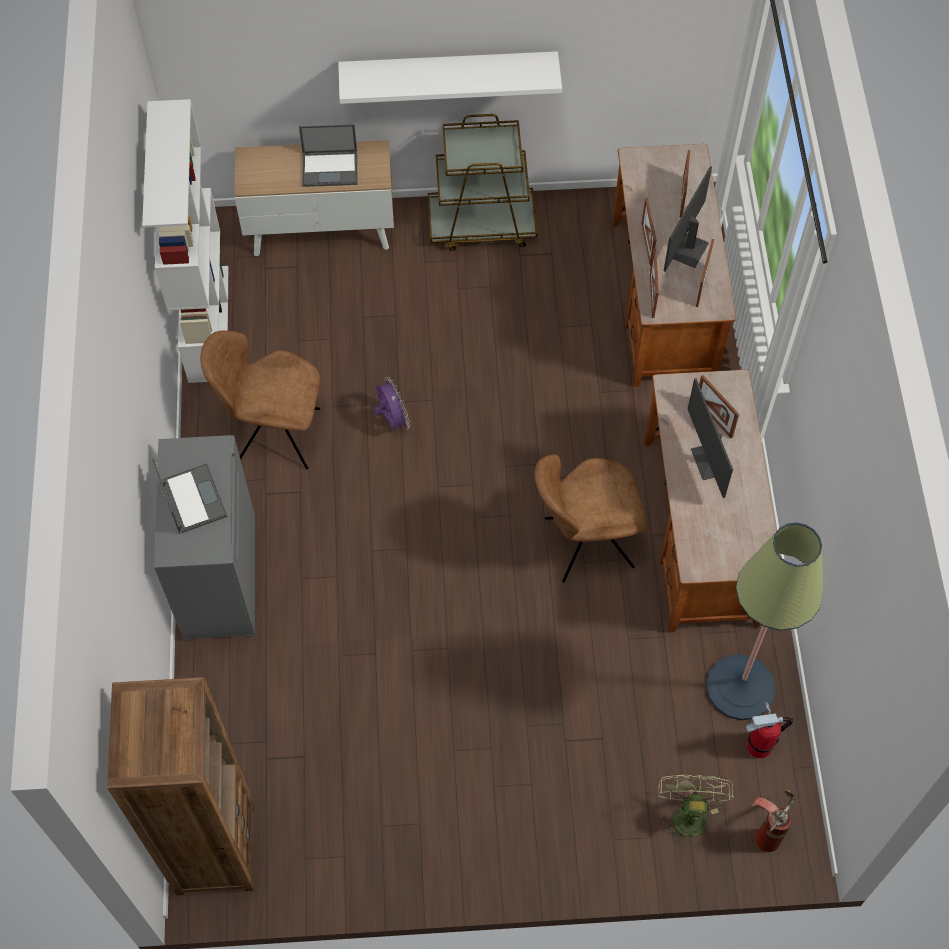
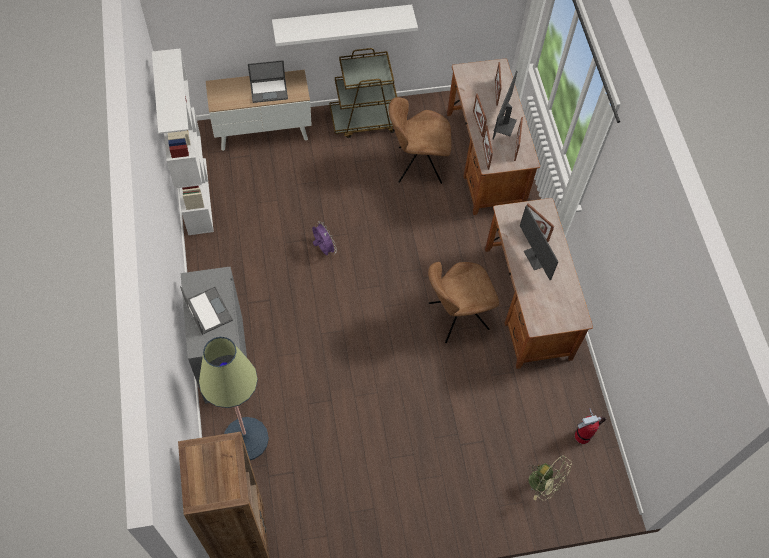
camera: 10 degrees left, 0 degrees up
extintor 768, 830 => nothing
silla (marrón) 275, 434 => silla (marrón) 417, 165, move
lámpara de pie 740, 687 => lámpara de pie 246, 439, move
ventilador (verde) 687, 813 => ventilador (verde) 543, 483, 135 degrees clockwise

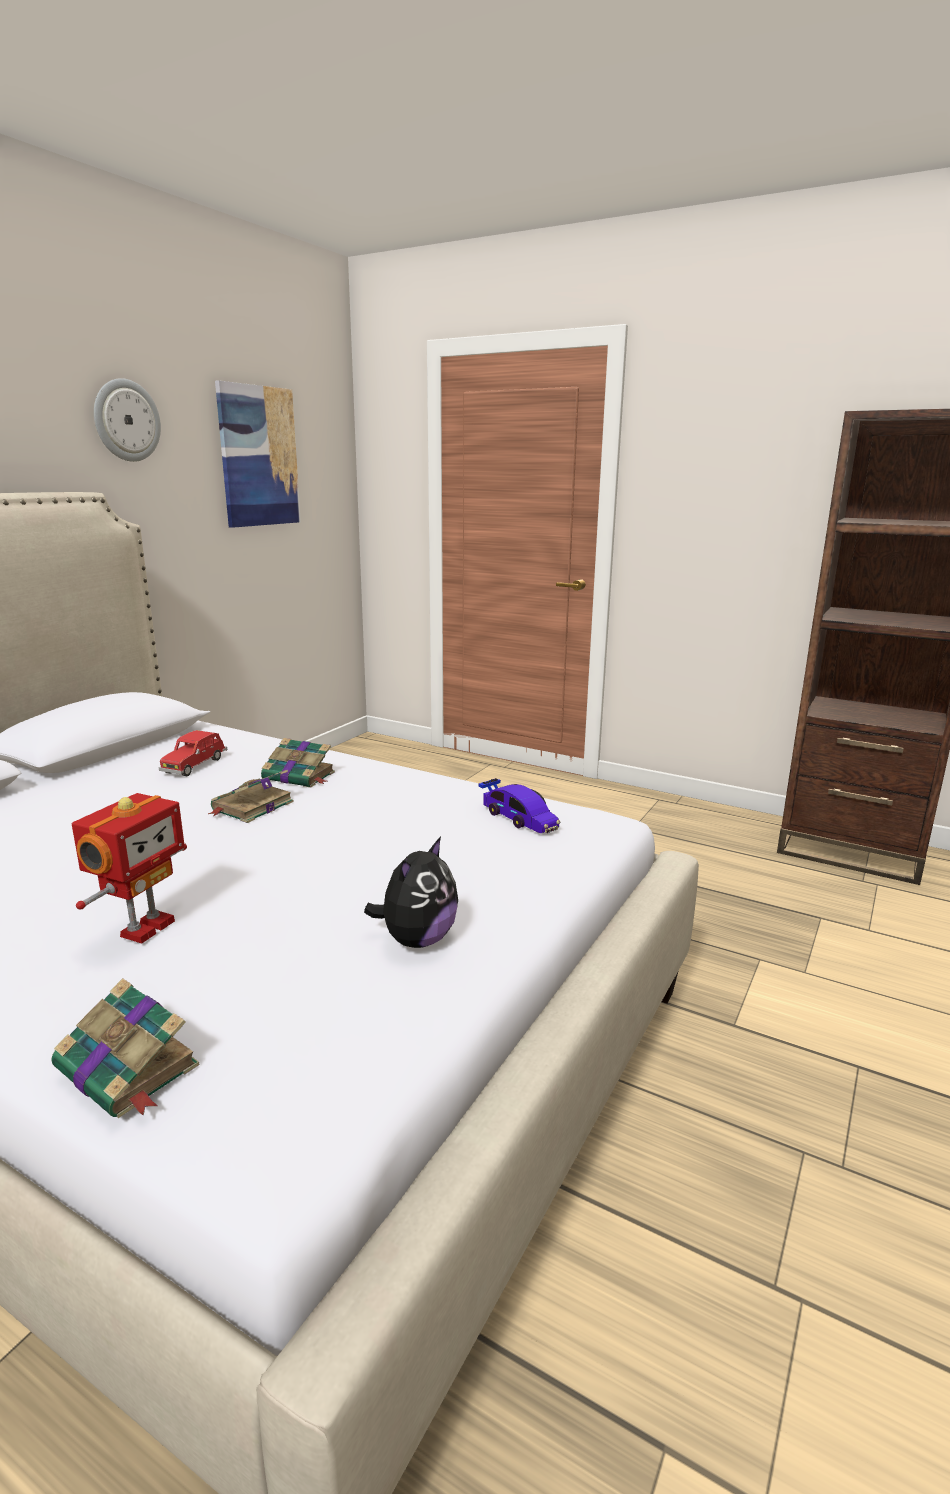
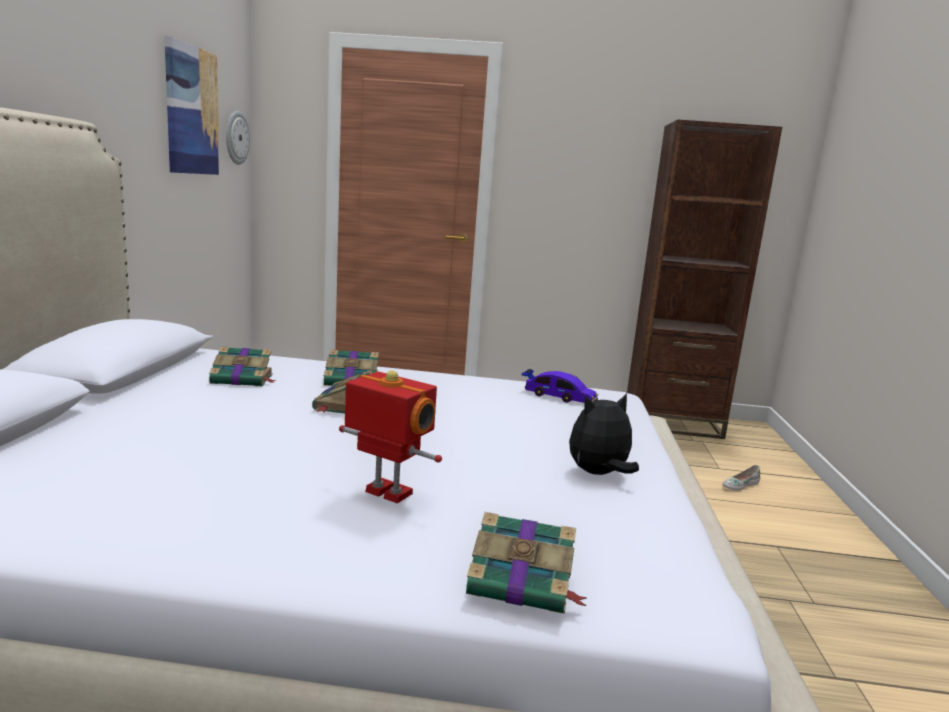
camera: 25 degrees left, 5 degrees down
nothing => zapato (blanco) 739, 485
reloj de pared 126, 420 => reloj de pared 236, 137, move
coche de juguete (rojo) 195, 765 => libro 243, 379
robot de juguete 145, 928 => robot de juguete 387, 494, 60 degrees counterclockwise
peluche 417, 939 => peluche 598, 474, 120 degrees counterclockwise

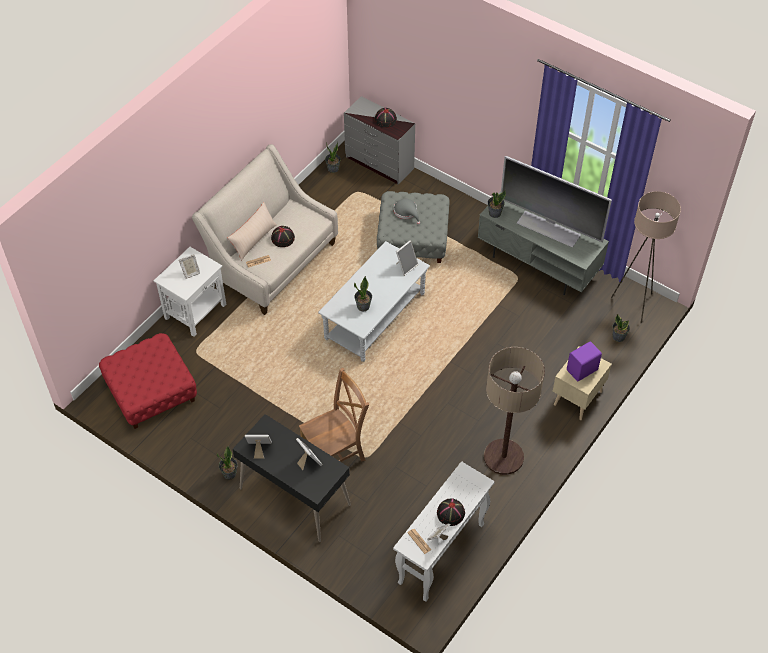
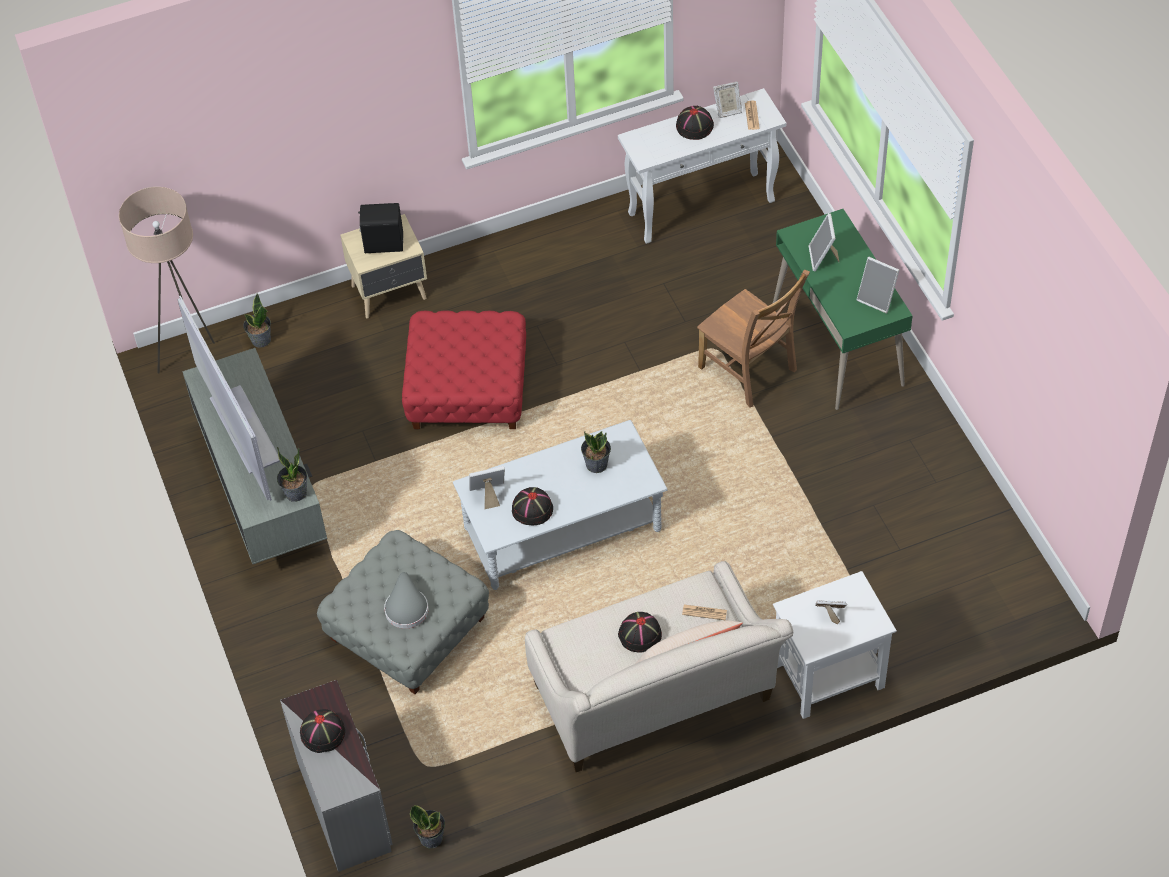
camera: 145 degrees left, 0 degrees up
planta en maceta 229, 473 => nothing
lámpara de pie 503, 457 => nothing
nothing => sombrero (negro) 532, 509
puf (rojo) 152, 391 => puf (rojo) 467, 389, move
escritorio (negro) 294, 497 => escritorio (verde) 838, 344
altavoz (morado) 583, 370 => altavoz (negro) 383, 242
silla (marrón) 336, 453 => silla (marrón) 750, 371, 135 degrees counterclockwise

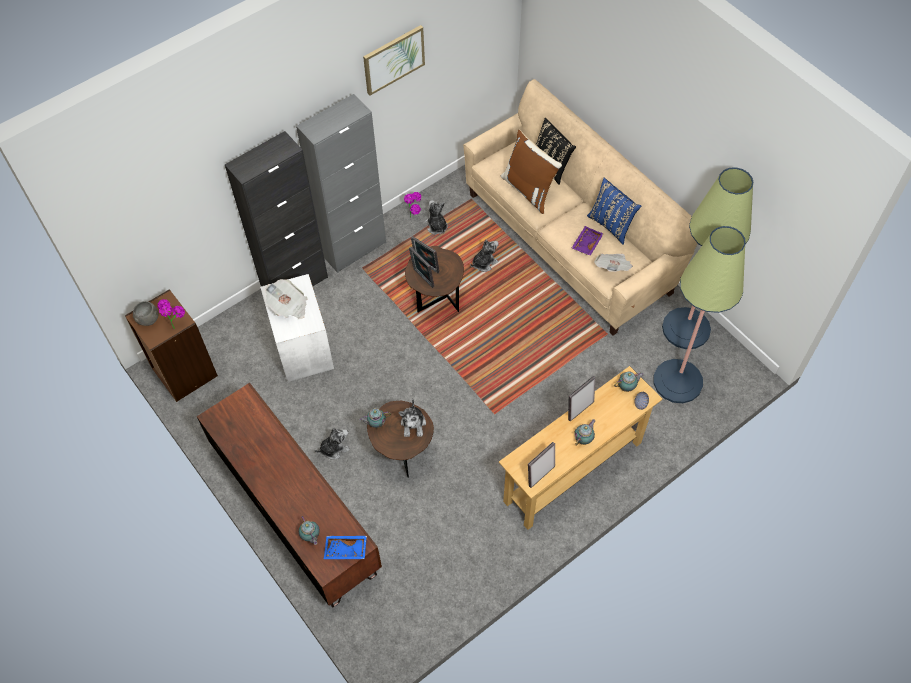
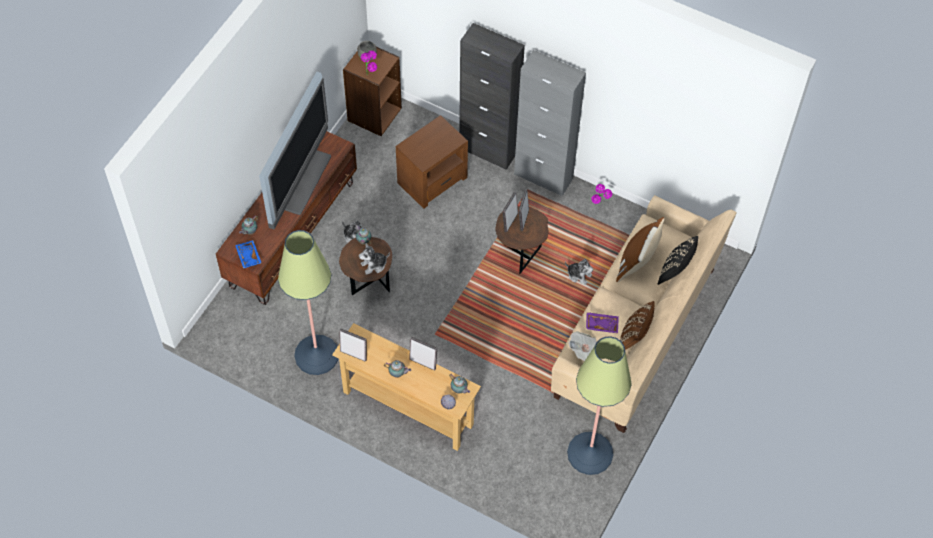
camera: 65 degrees right, 0 degrees up
periódico 288, 306 => nothing
cuadro 393, 59 => nothing
peluche 436, 226 => nothing
nothing => televisor 301, 180
lámpara de pie 677, 381 => lámpara de pie 316, 355, move
mesa auxiliar (blanco) 303, 347 => mesa auxiliar (marrón) 433, 180
cojín (azul) 611, 225 => cojín (marrón) 634, 338

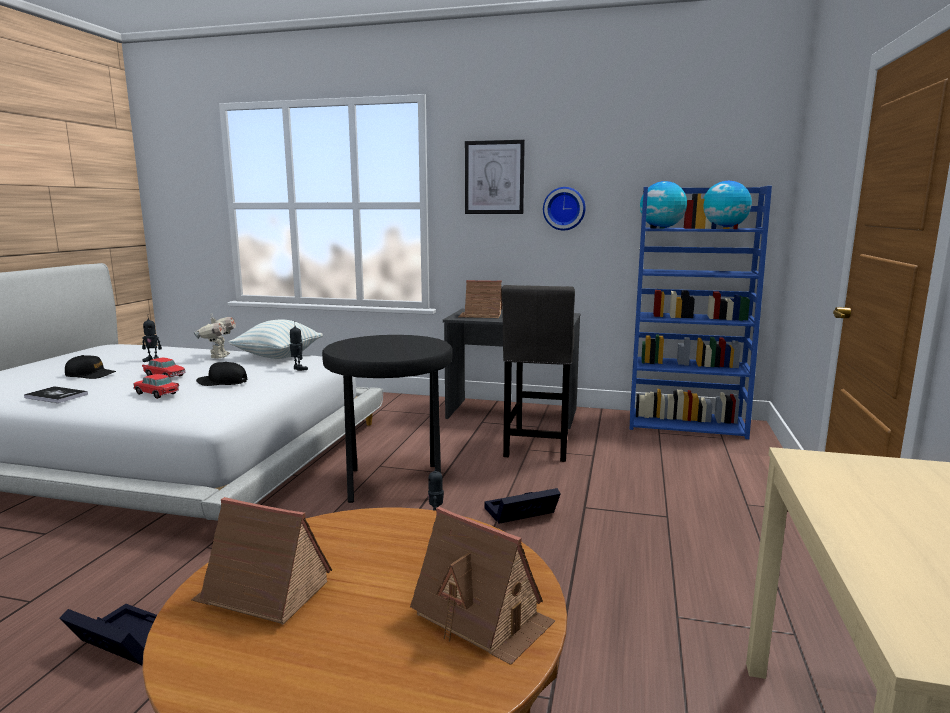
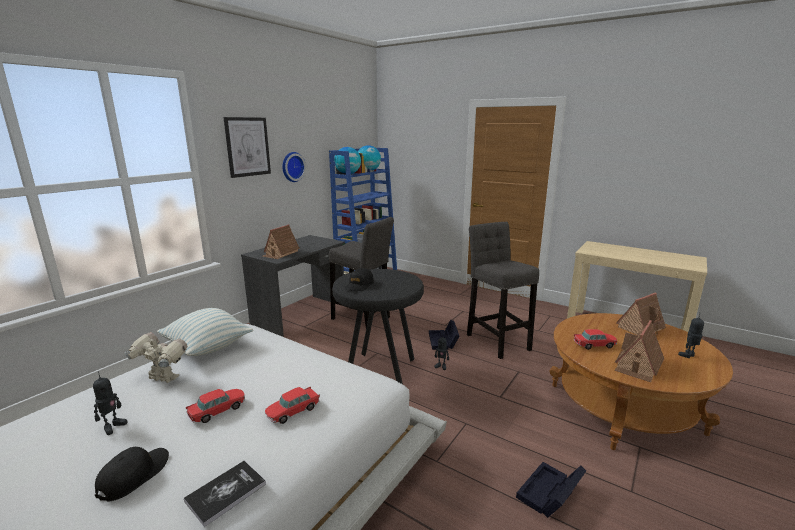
camera: 70 degrees left, 5 degrees up
nothing => taburete (gris) 496, 340
nothing => coche de juguete 594, 345
gorra (negro) 222, 382 => gorra (negro) 359, 285, move
robot de juguete 298, 369 => robot de juguete 688, 356, move

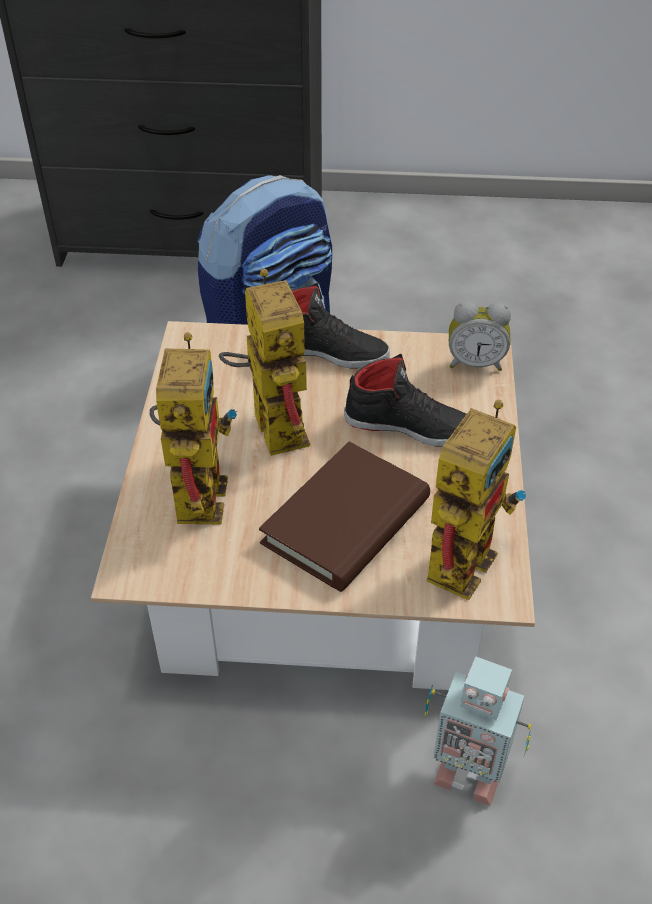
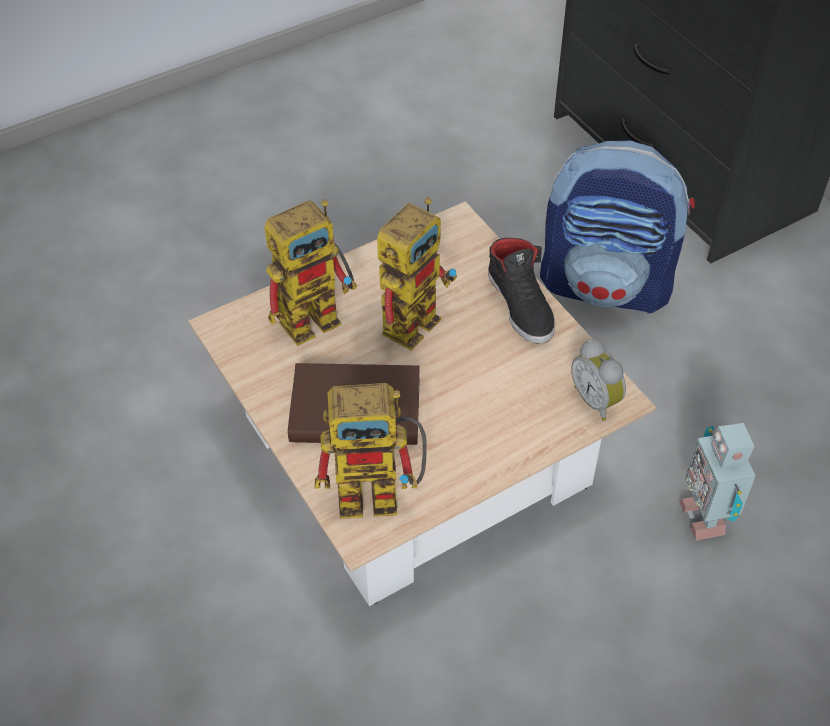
camera: 55 degrees right, 5 degrees up
zapato (negro) 410, 425 => nothing
robot de juguete 467, 772 => robot de juguete 705, 516, move

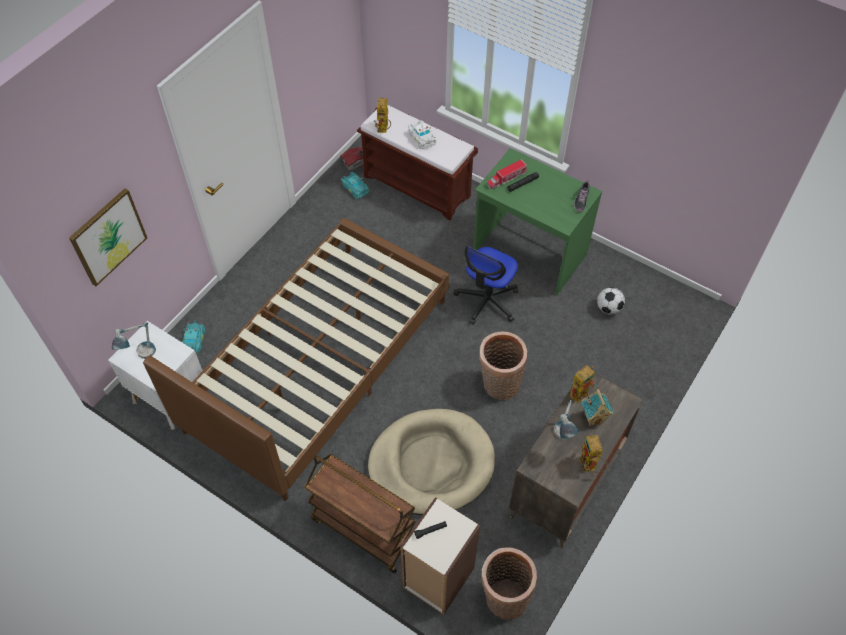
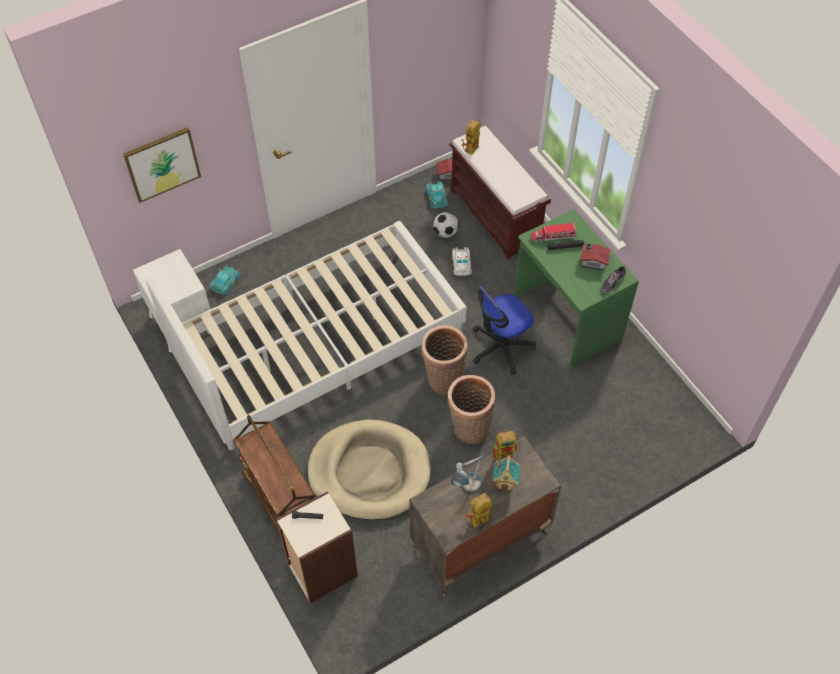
camera: 25 degrees right, 0 degrees up
lámpara de mesa 141, 357 => nothing
nothing => casita 593, 261
coche de juguete (blanco) 422, 138 => coche de juguete (blanco) 461, 264, move
cesta 503, 598 => cesta 443, 378, move
balón de fútbol 608, 308 => balón de fútbol 445, 233, move
cama (marrón) 318, 364 => cama (blanco) 319, 345
robot de juguete 590, 466 => robot de juguete 476, 523, 45 degrees clockwise

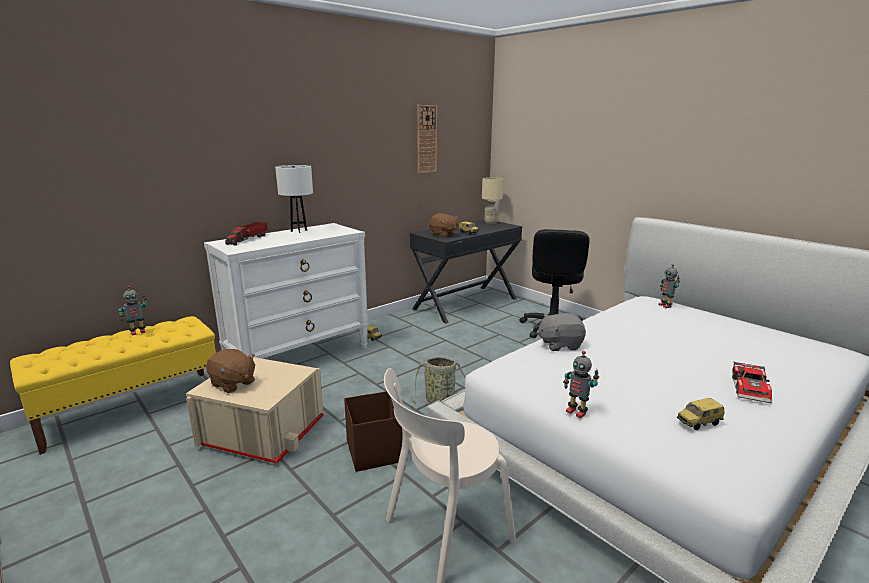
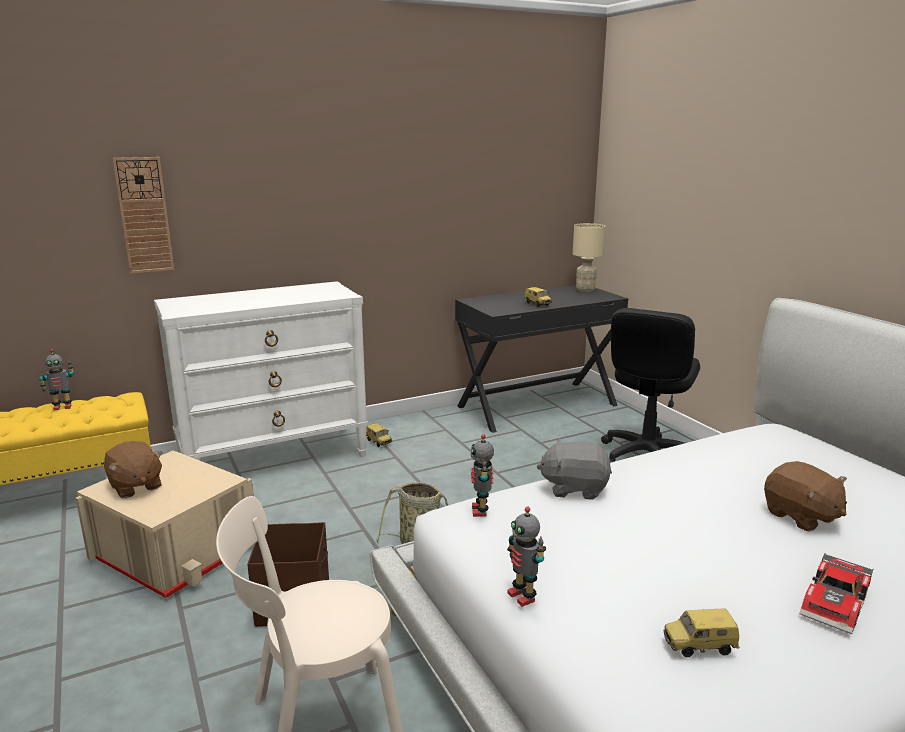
camera: 15 degrees right, 0 degrees up
camión de juguete 248, 239 => nothing
lámpara de mesa (blanco) 299, 231 => nothing
reloj de pared 426, 139 => reloj de pared 144, 215, move
peluche (marrón) 443, 235 => peluche (marrón) 800, 516, move
robot de juguete 665, 305 => robot de juguete 481, 511, move

